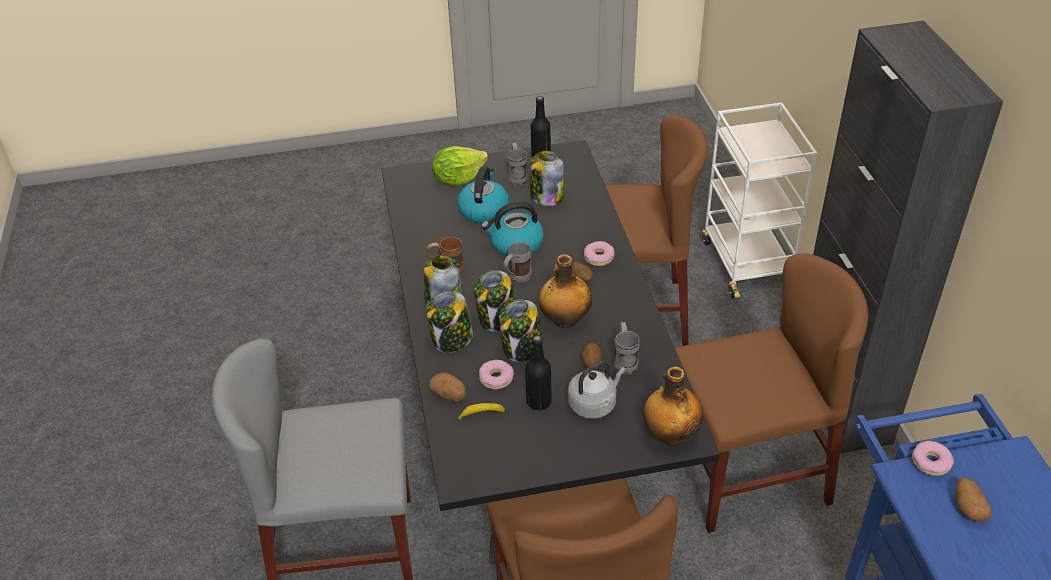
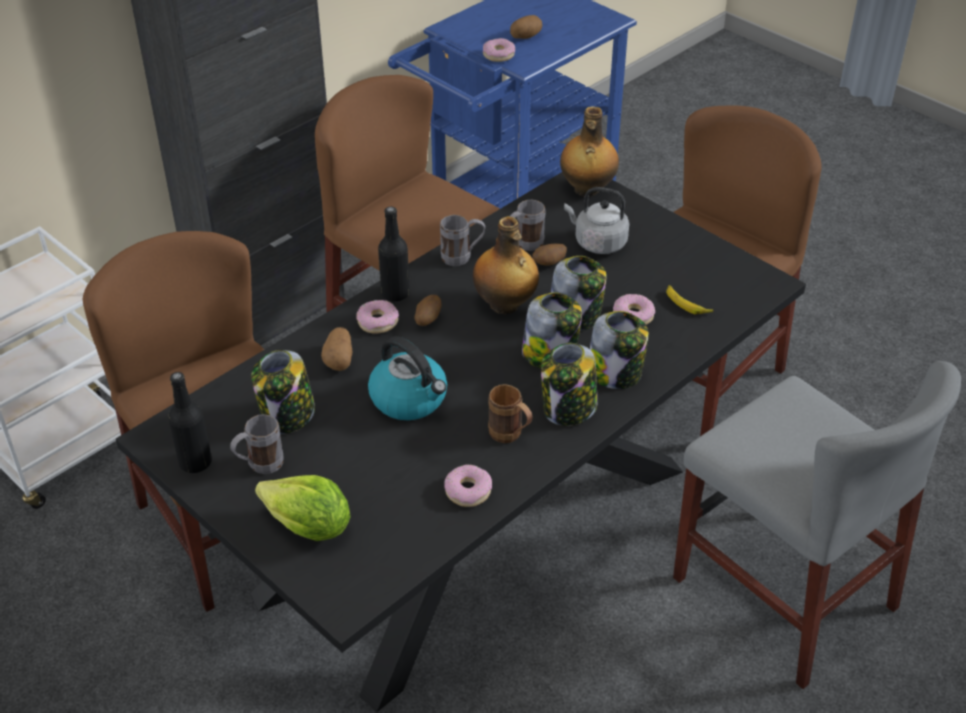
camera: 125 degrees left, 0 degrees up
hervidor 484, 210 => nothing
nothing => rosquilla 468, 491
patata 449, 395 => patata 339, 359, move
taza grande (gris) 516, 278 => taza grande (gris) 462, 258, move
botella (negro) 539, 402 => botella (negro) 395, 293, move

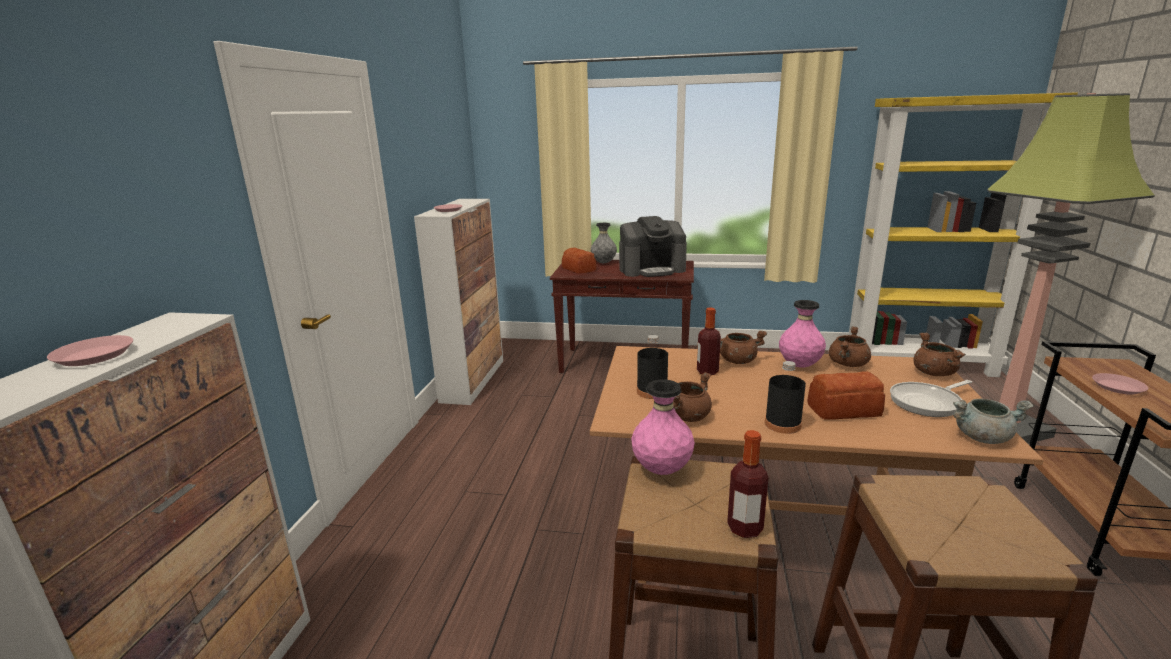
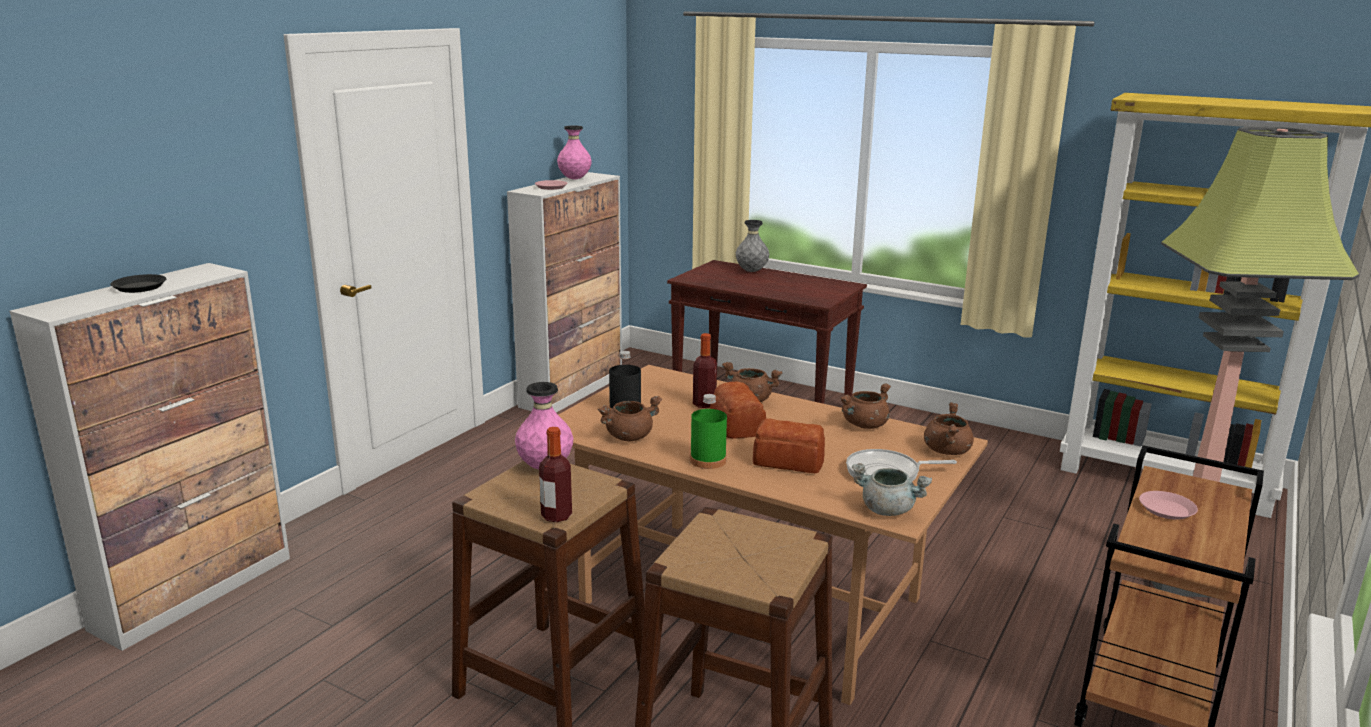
camera: 20 degrees right, 0 degrees up
cafetera 652, 269 => nothing
pan 579, 269 => pan 738, 424, move
florero (rosa) 799, 366 => florero (rosa) 575, 179, move
plato (rosa) 94, 356 => plato (negro) 140, 287
botella (negro) 782, 424 => botella (verde) 708, 460

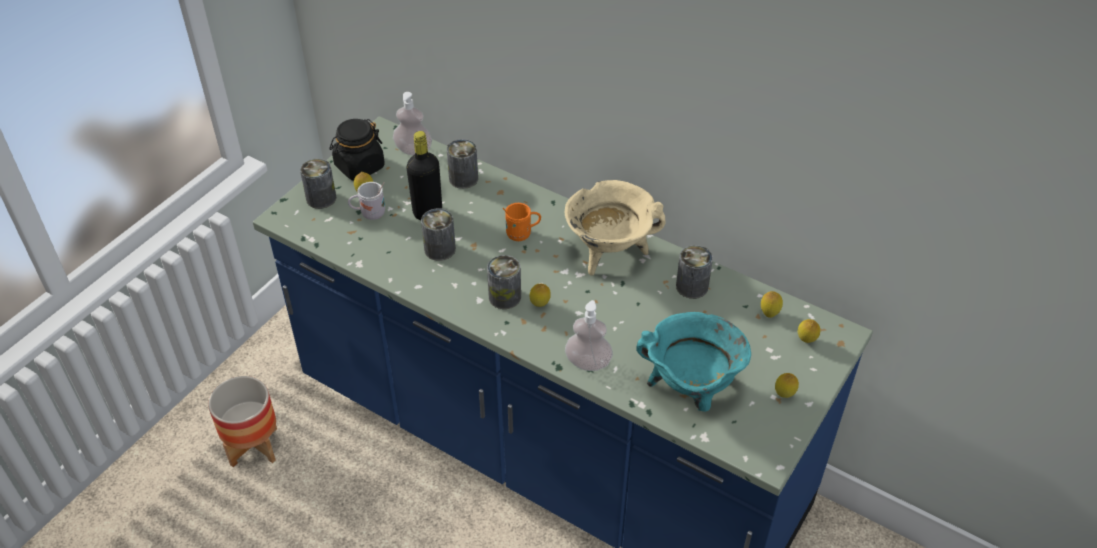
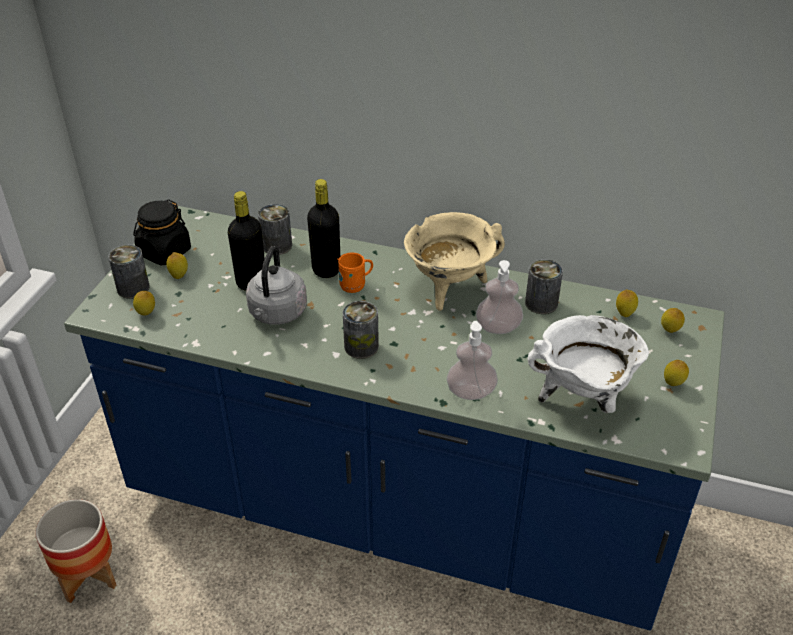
camera: 15 degrees left, 5 degrees down
taza grande (blanco) 369, 214 => nothing
nothing => botella (negro) 326, 269
dispensador de jabón 413, 150 => dispensador de jabón 498, 327, move
limón 540, 305 => limón 146, 314, move
lata 440, 249 => hervidor (gris) 277, 314
olla (turquesa) 690, 390 => olla (blanco) 582, 398

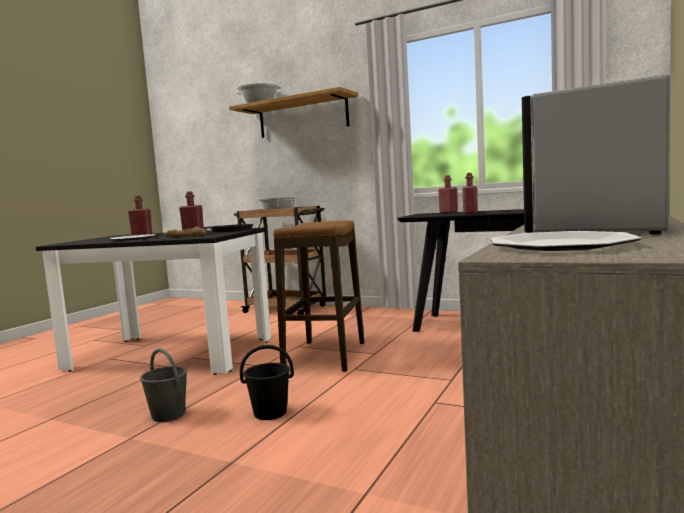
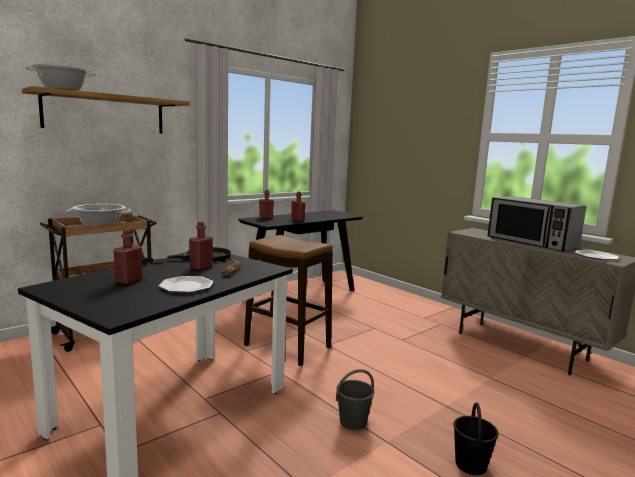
camera: 70 degrees left, 5 degrees up
cubo (negro) 269, 413 => cubo (negro) 471, 465, move

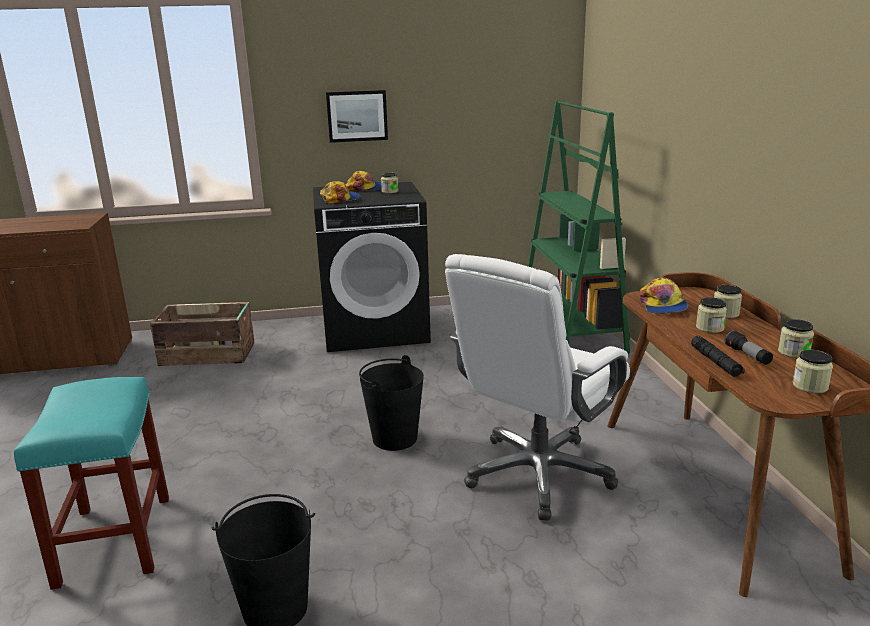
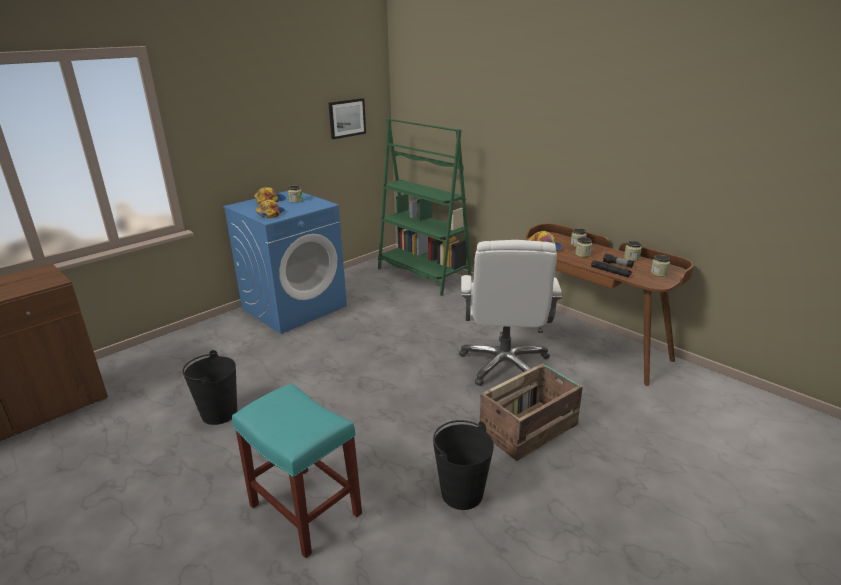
camera: 35 degrees left, 5 degrees up
caja de embalaje 209, 355 => caja de embalaje 530, 428, move
cuadro 357, 116 => cuadro 347, 118, move
cubo (negro) 394, 438 => cubo (negro) 219, 413, move
lavadora (negro) 375, 329 => lavadora (azul) 294, 307

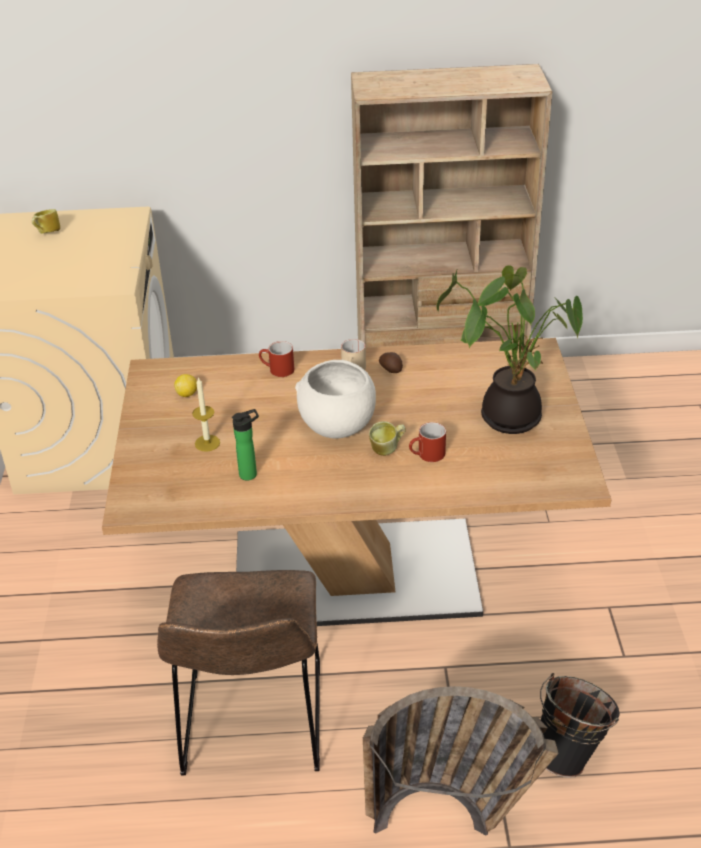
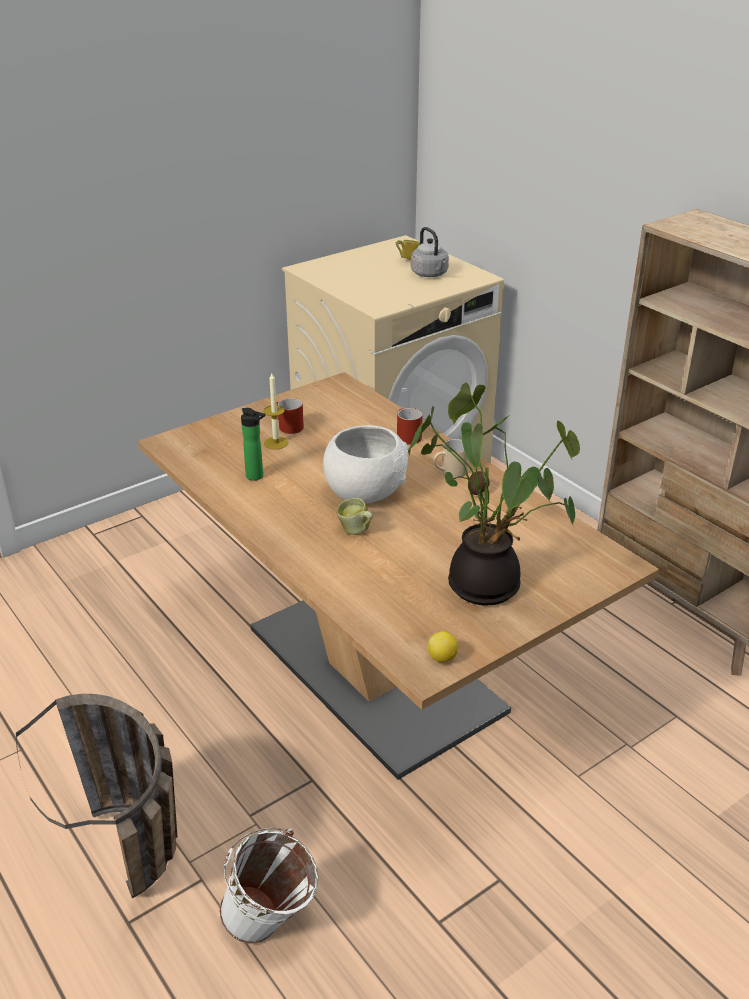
camera: 55 degrees right, 5 degrees down
silla (marrón) 253, 726 => nothing
nothing => hervidor (gris) 430, 274
limón 187, 394 => limón 442, 658, move
taza grande (rojo) 427, 456 => taza grande (rojo) 286, 427, move
cubo (negro) 570, 753 => cubo (blanco) 271, 926

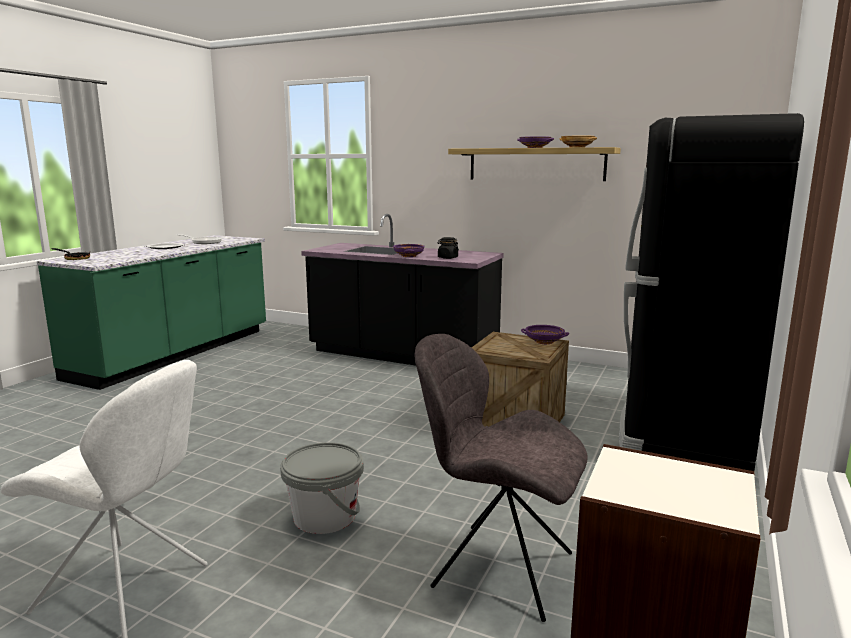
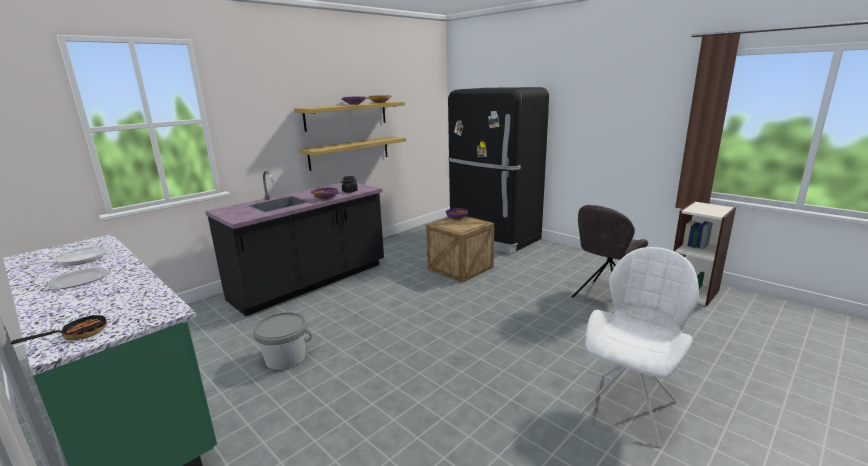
camera: 70 degrees left, 5 degrees up
nothing => estante 350, 152
cubo (gris) 325, 516 => cubo (gris) 285, 358, move

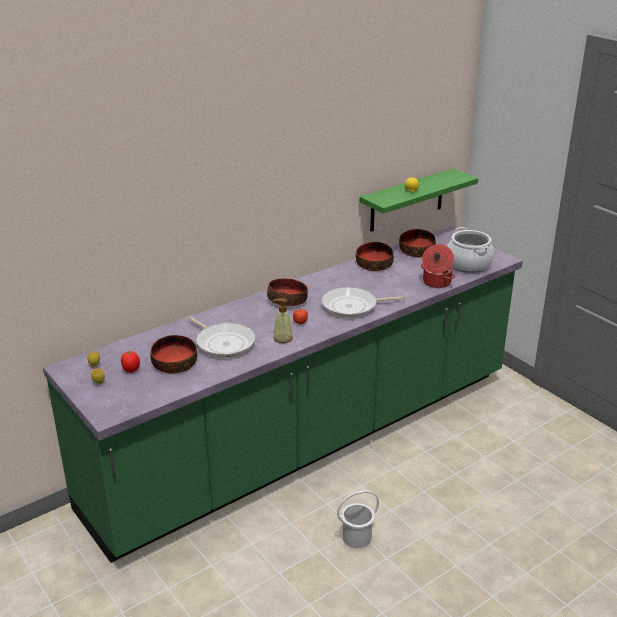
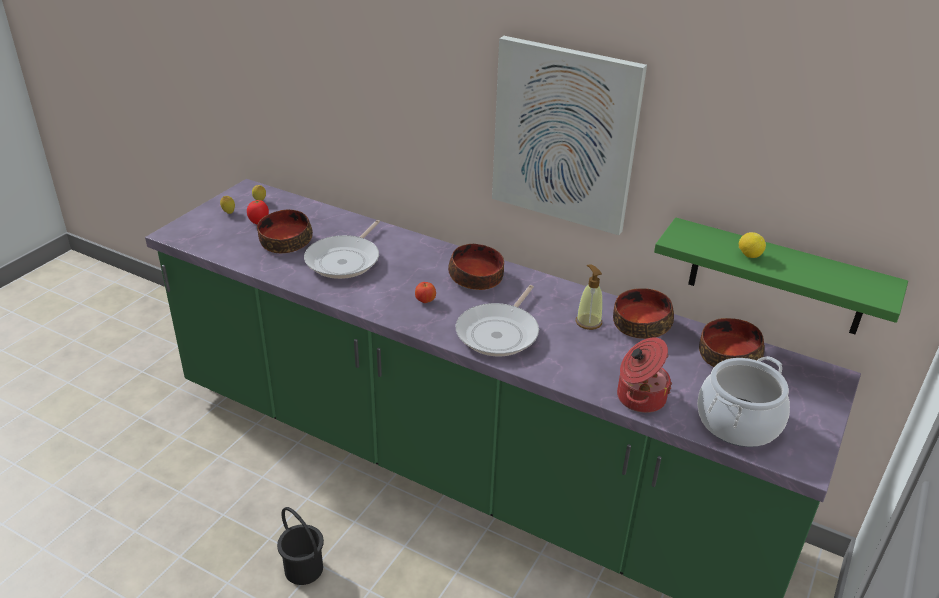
camera: 65 degrees right, 5 degrees up
nothing => cuadro 564, 135
dispensador de jabón 283, 338 => dispensador de jabón 588, 322, move
cubo (blanco) 356, 537 => cubo (negro) 304, 568
sartén 353, 306 => sartén 500, 333, 120 degrees counterclockwise

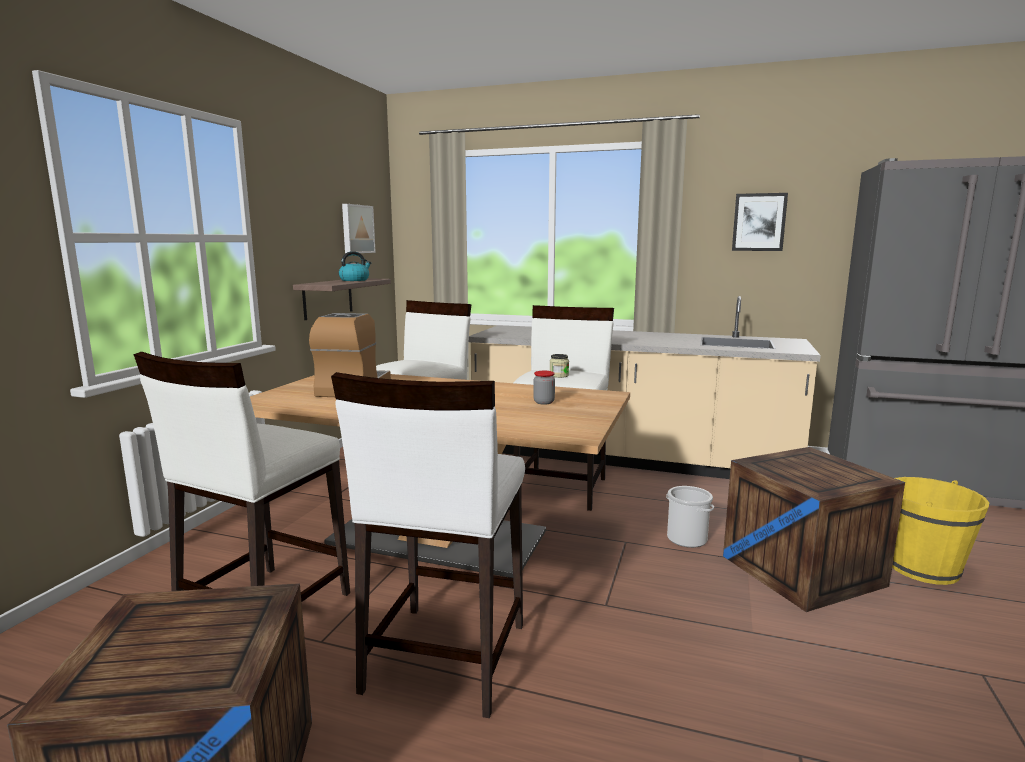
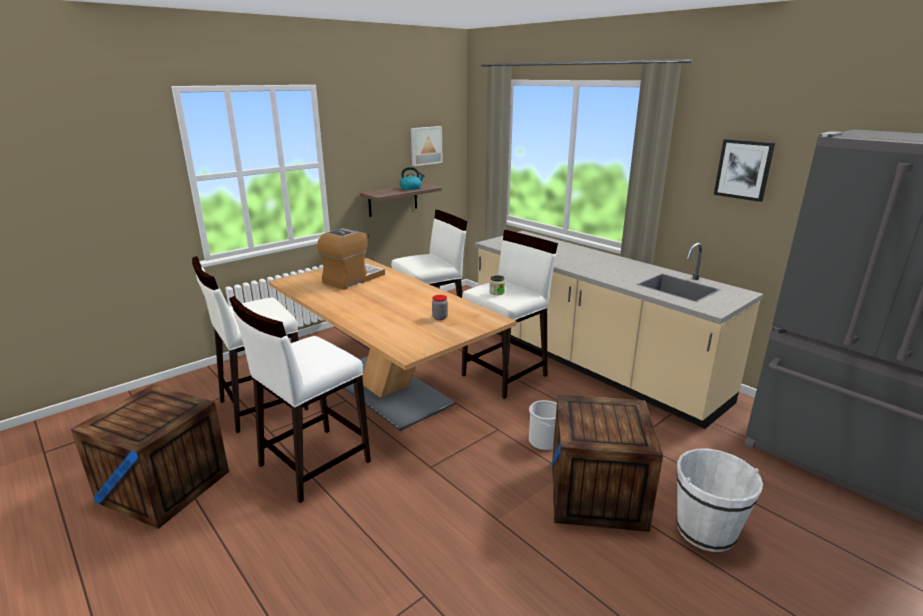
camera: 30 degrees right, 10 degrees up
cubo (amarillo) 922, 568 => cubo (blanco) 705, 530

